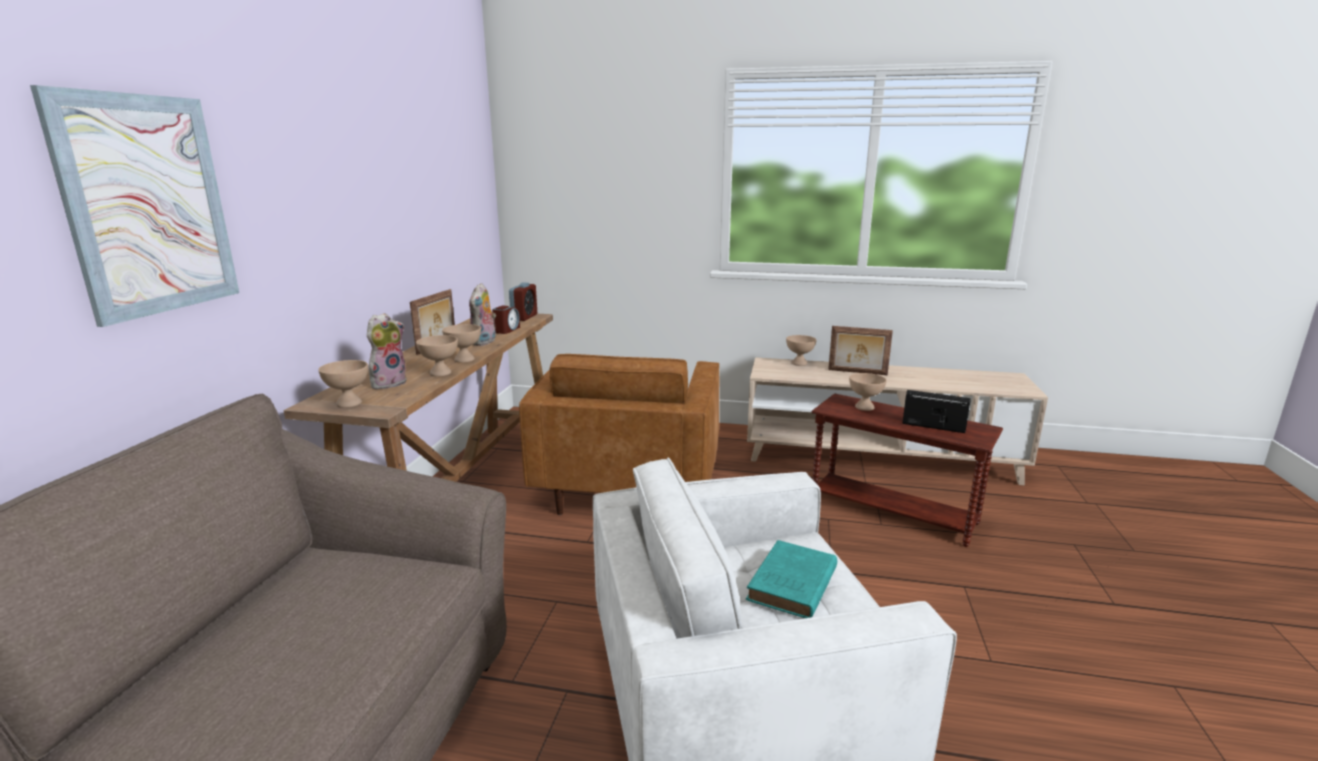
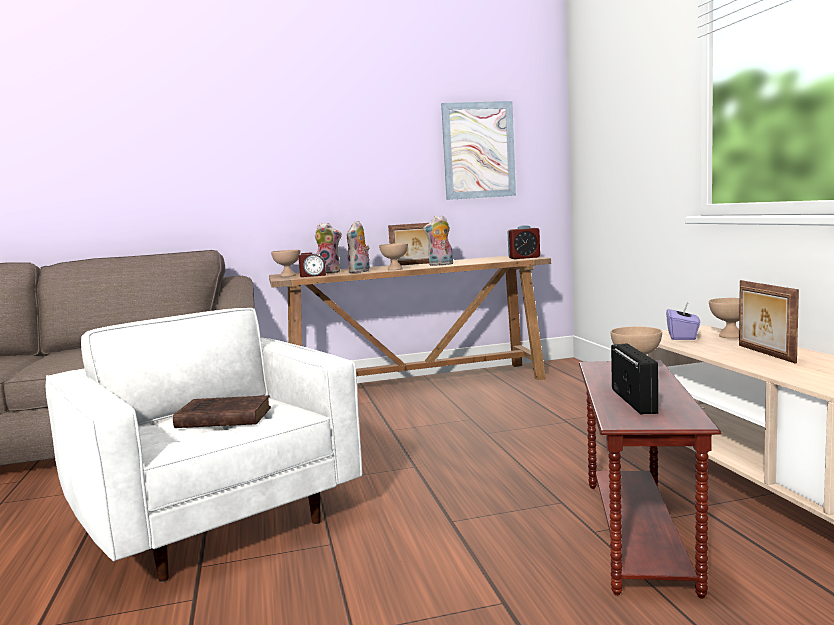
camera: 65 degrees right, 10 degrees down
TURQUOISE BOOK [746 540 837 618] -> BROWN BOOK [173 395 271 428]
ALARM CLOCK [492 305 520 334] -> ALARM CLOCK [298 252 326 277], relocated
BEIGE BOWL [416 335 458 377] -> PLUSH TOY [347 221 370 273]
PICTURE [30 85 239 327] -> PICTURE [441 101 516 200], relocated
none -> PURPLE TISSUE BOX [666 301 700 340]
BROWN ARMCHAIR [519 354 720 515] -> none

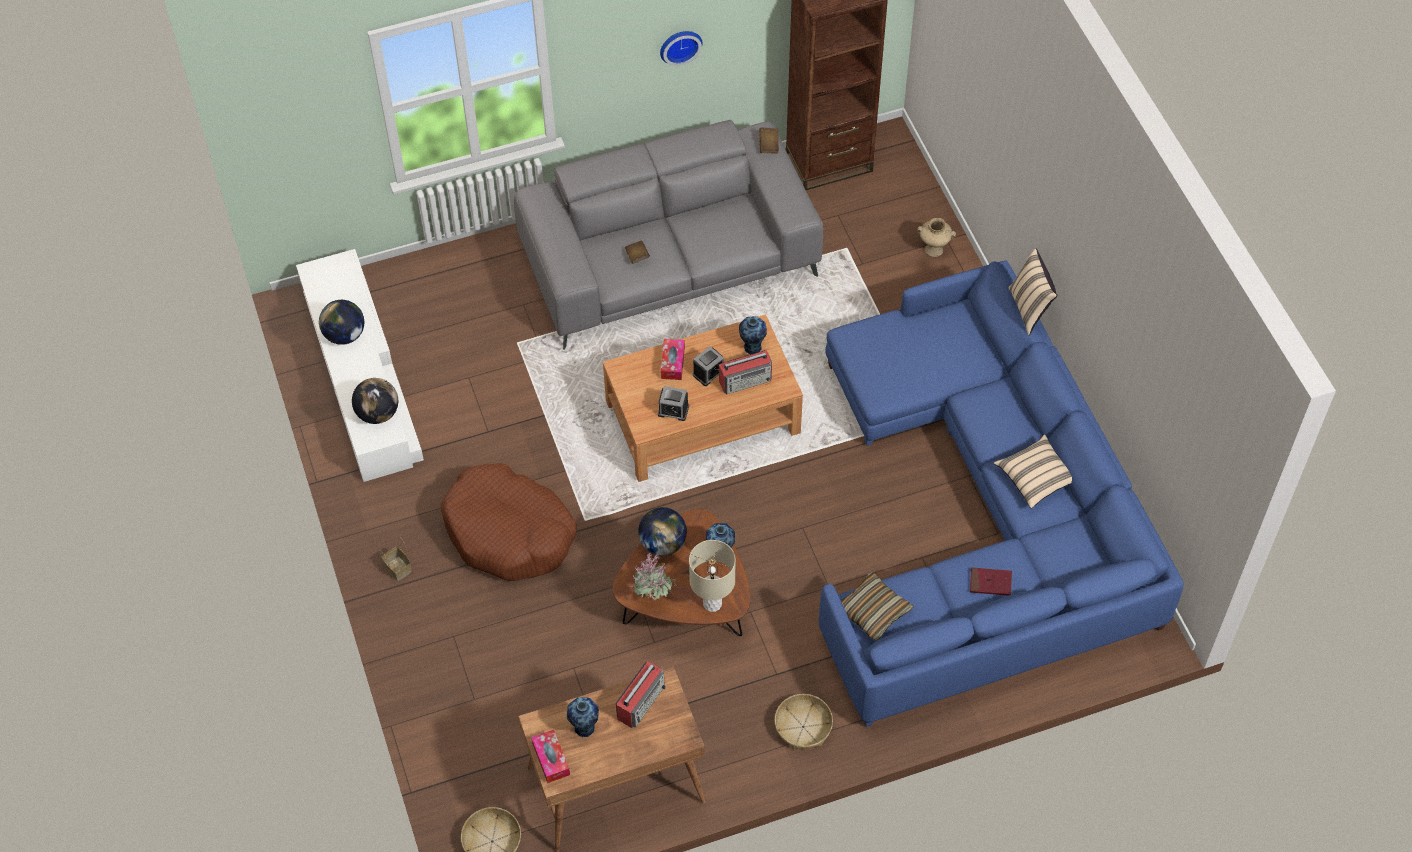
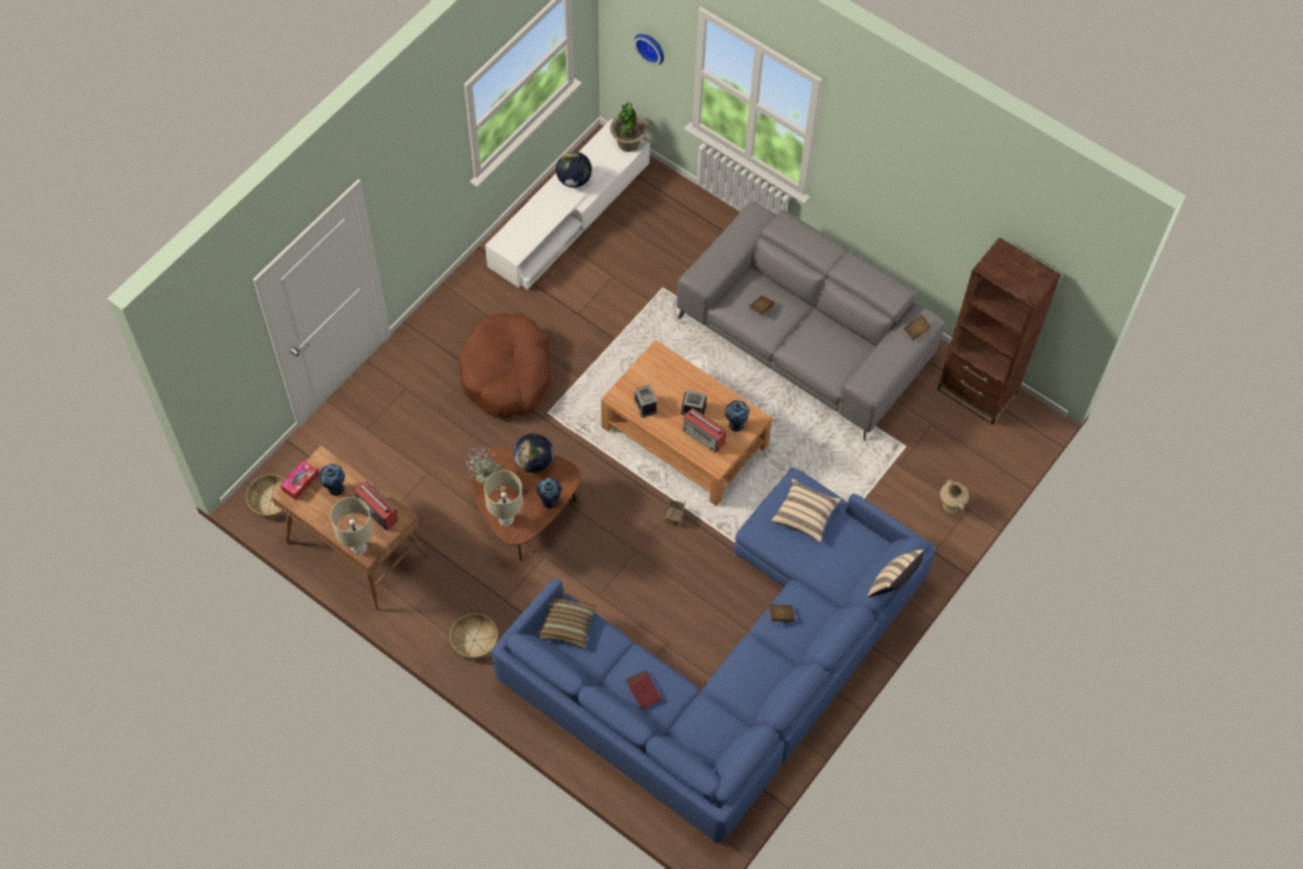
camera: 55 degrees right, 5 degrees up
none -> BEIGE TABLE LAMP [330 497 374 555]
RADIO [616 661 666 728] -> RADIO [354 479 398 531], 135 degrees counterclockwise
none -> POTTED PLANT [610 102 648 152]
WALL CLOCK [660 31 702 66] -> WALL CLOCK [634 34 664 65], relocated
BASKET [379 537 412 581] -> BASKET [664 495 686 527], relocated
none -> BROWN BOOK [768 604 795 622]
BEIGE PILLOW [994 434 1072 508] -> BEIGE PILLOW [771 479 841 542], relocated
GLOBE [352 378 398 424] -> none
TISSUE BOX [661 339 685 380] -> none

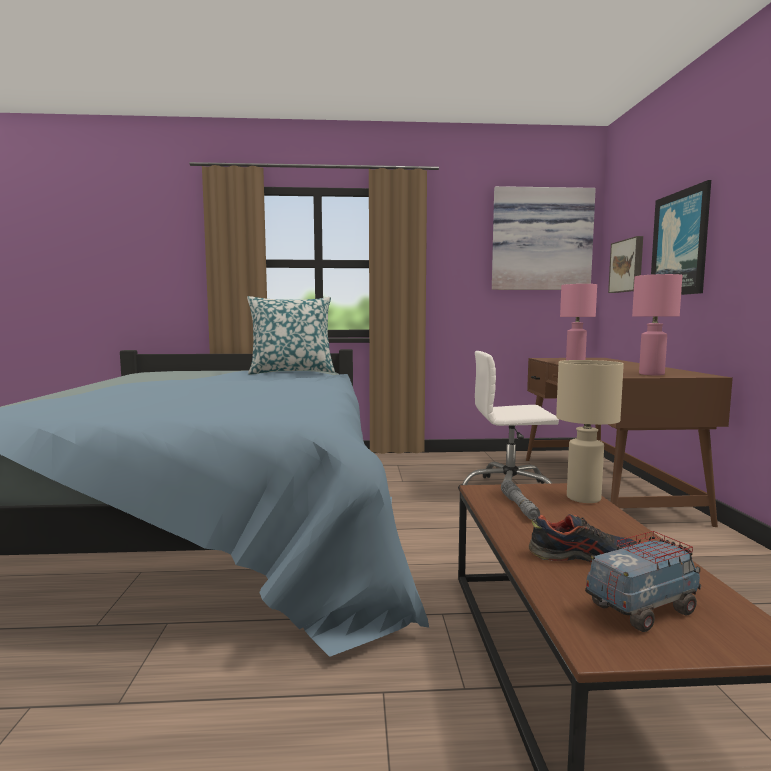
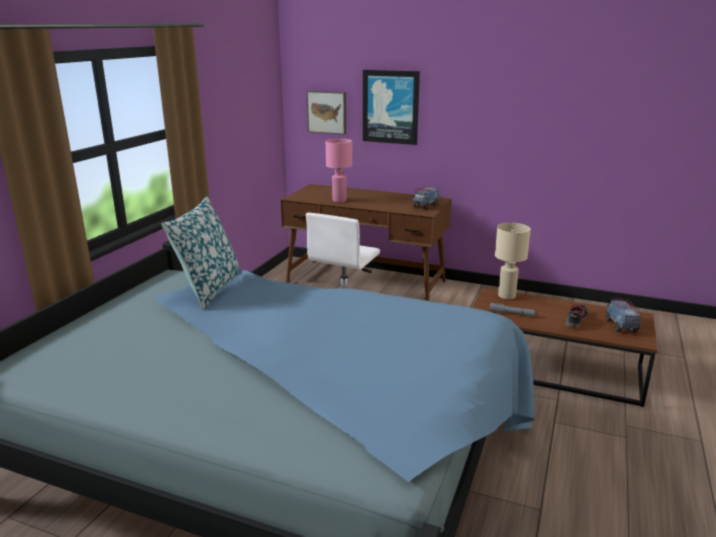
camera: 65 degrees left, 15 degrees up
PINK TABLE LAMP [632 274 682 376] -> TOY TRUCK [412 186 439 210]
PICTURE [492 186 596 290] -> none

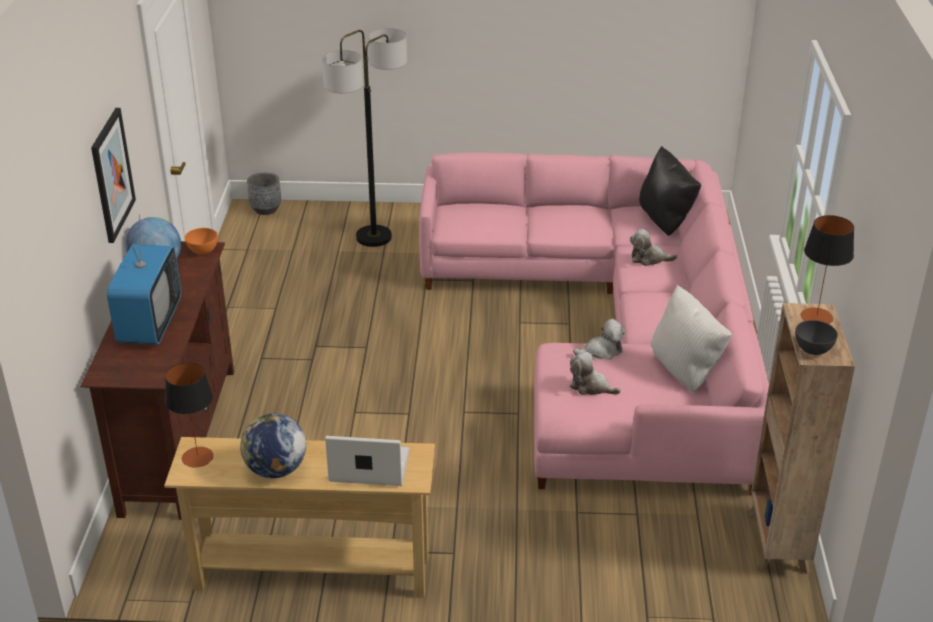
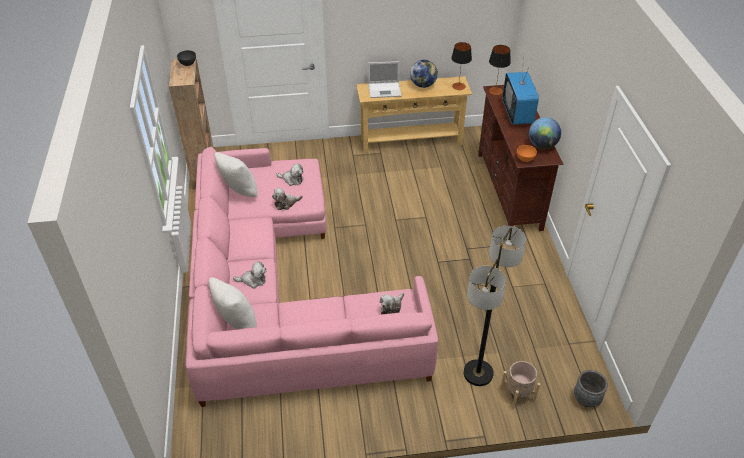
camera: 170 degrees right, 10 degrees up
BLACK PILLOW [639 146 701 236] -> WHITE PILLOW [209 278 257 329]
none -> PLUSH TOY [380 292 404 314]
TABLE LAMP [801 215 854 324] -> TABLE LAMP [489 45 511 95], relocated
none -> BEIGE PLANTER [500 361 540 409]
PICTURE [91 108 136 243] -> none

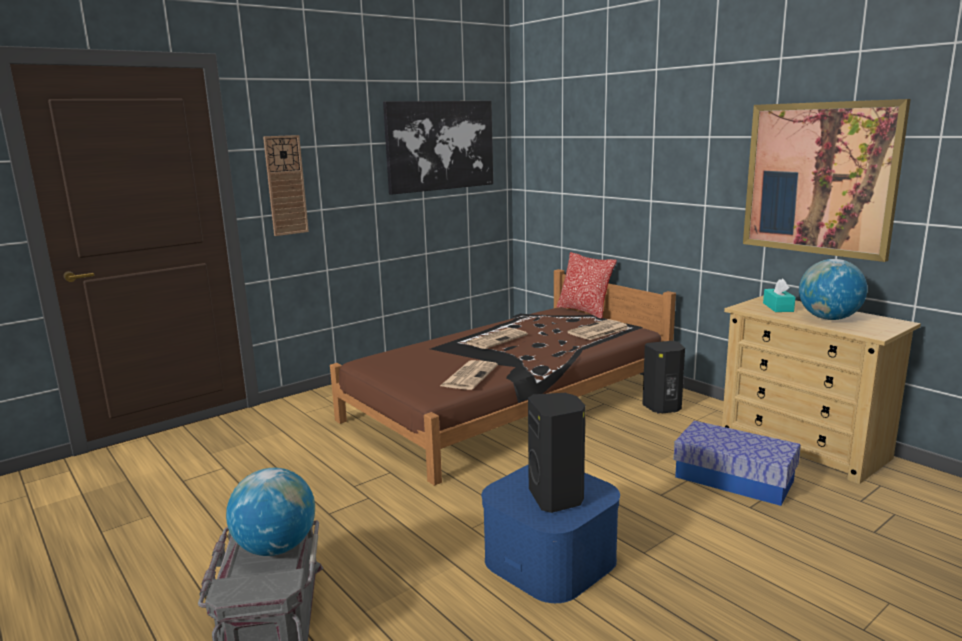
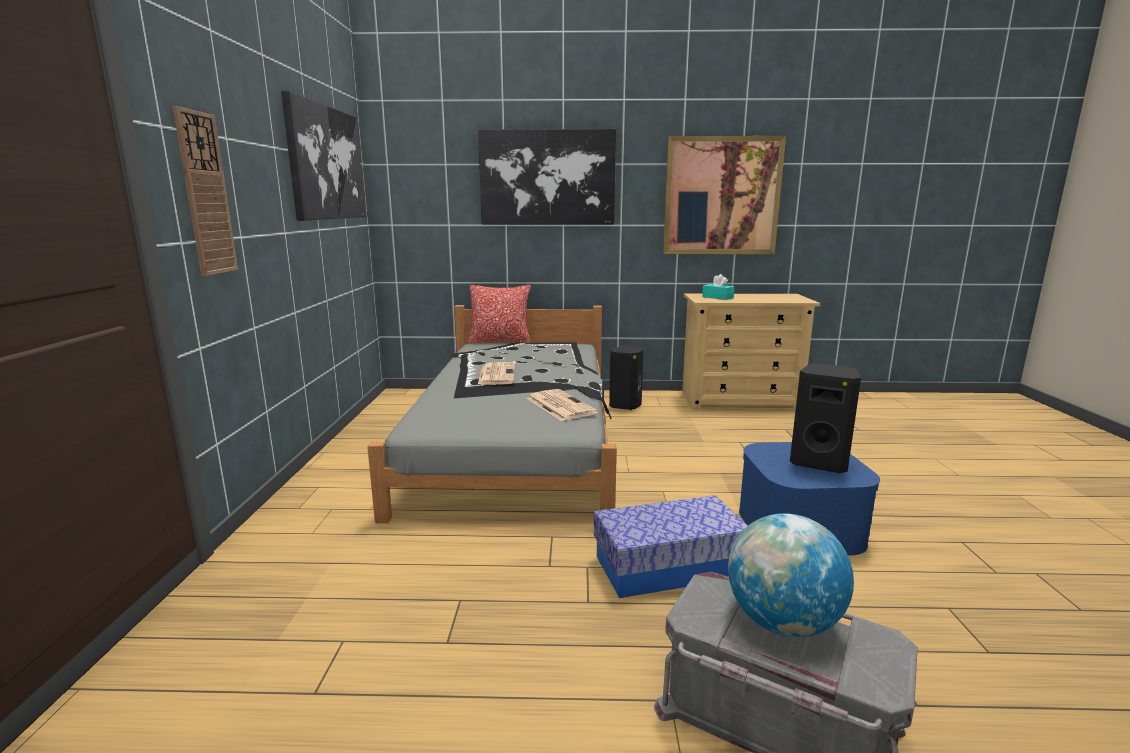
camera: 50 degrees left, 0 degrees up
BROWN BED [330 269 676 486] -> GREY BED [367 305 617 523]
none -> PICTURE [478 129 616 225]
STORAGE BOX [674 421 801 506] -> STORAGE BOX [594 495 748 598], relocated
NEWSPAPER [567 319 629 340] -> none
GLOBE [799 259 867 320] -> none

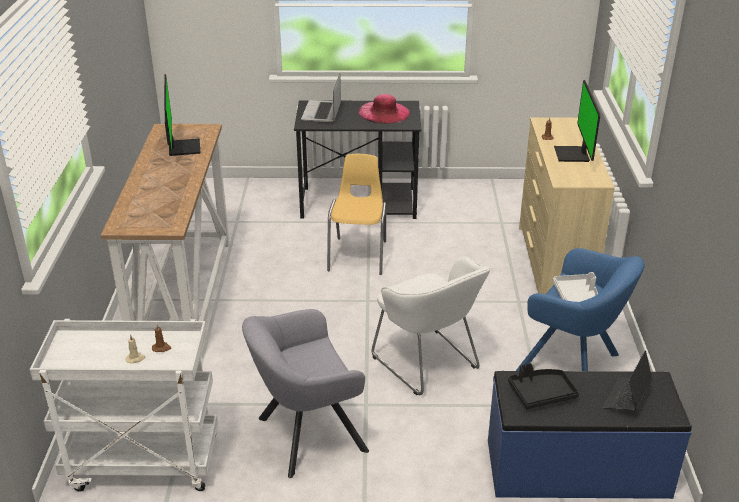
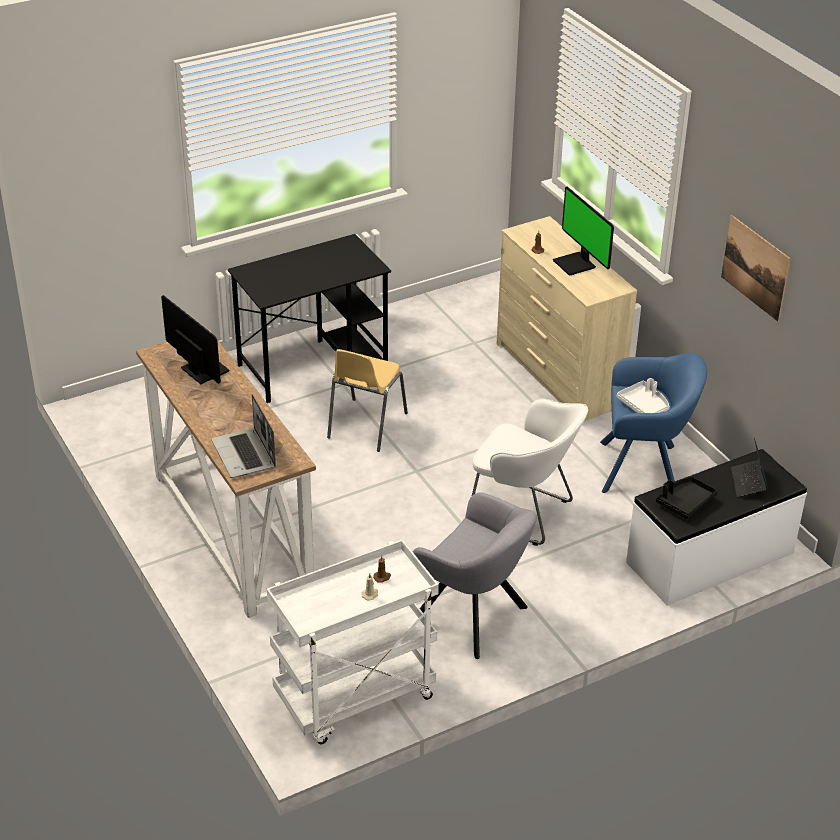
camera: 30 degrees left, 5 degrees up
LAPTOP [301 73 341 123] -> LAPTOP [211 394 276 478], relocated
YELLOW CHAIR [327 154 386 275] -> YELLOW CHAIR [327 349 408 452], 135 degrees counterclockwise
GREY ARMCHAIR [242 309 369 478] -> GREY ARMCHAIR [413 492 537 659], 90 degrees counterclockwise
BLUE BENCH [488 371 692 499] -> WHITE BENCH [626 449 807 606]
none -> PICTURE [721 215 791 322]
PINK HAT [358 94 410 124] -> none

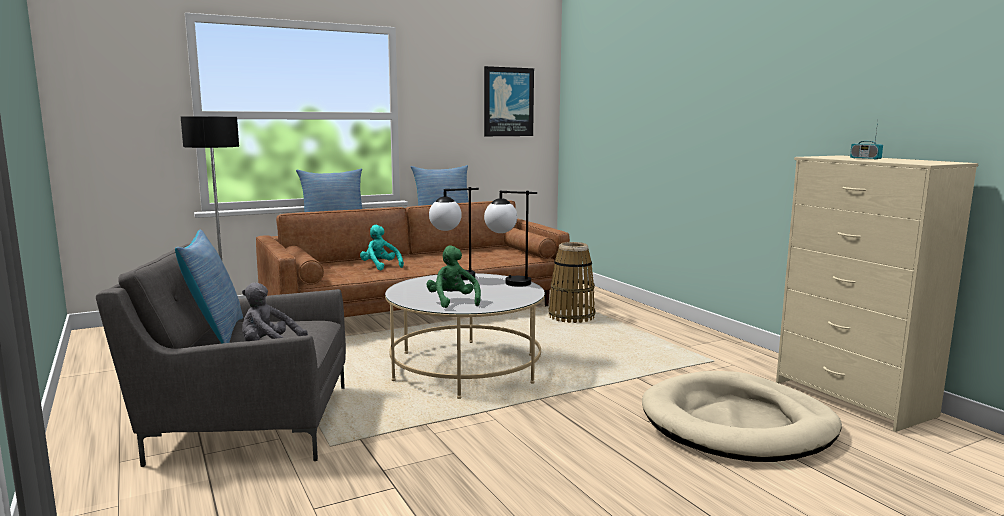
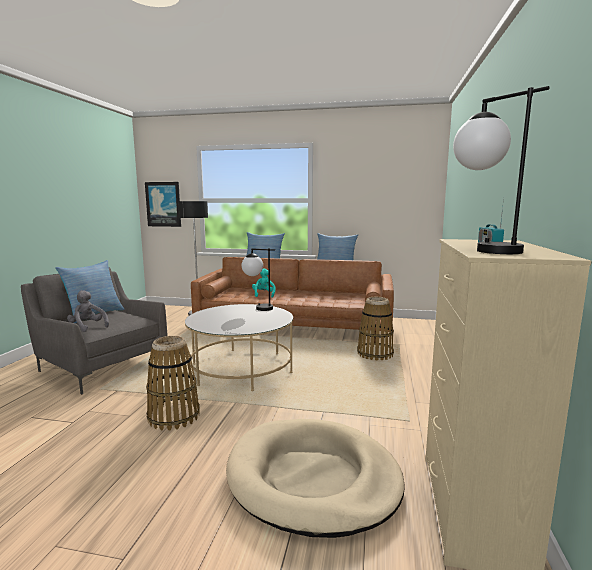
camera: 40 degrees right, 0 degrees up
PICTURE [484 66 534 136] -> PICTURE [145 182 181 227], relocated
none -> BASKET [146 336 200 431]
TABLE LAMP [484 191 537 287] -> TABLE LAMP [453 86 549 254], relocated
GREEN PLUSH TOY [426 245 481 308] -> none

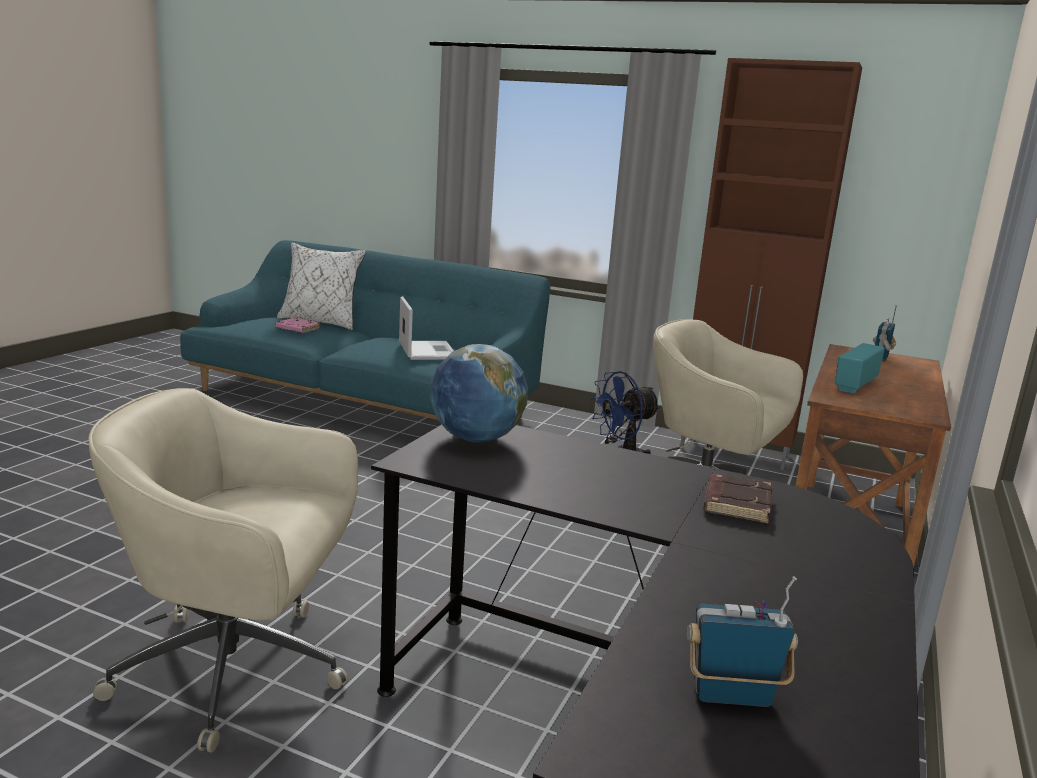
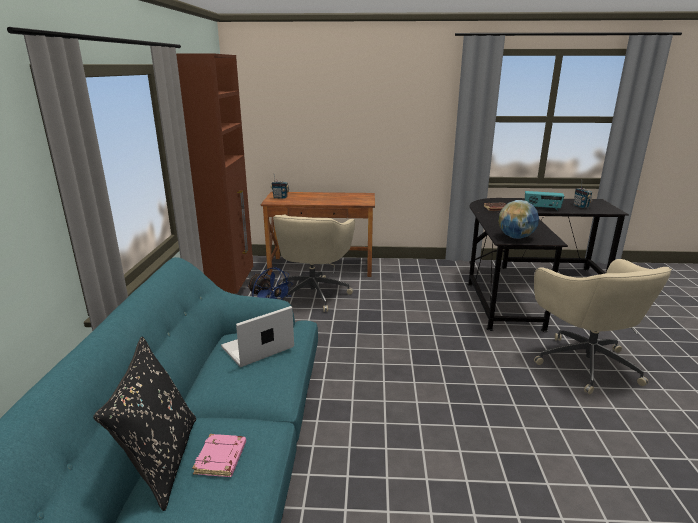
camera: 110 degrees left, 5 degrees up
WHITE PILLOW [277 243 366 330] -> BLACK PILLOW [93 337 196 511]
RADIO [835 343 885 394] -> RADIO [525 191 564 210], relocated

